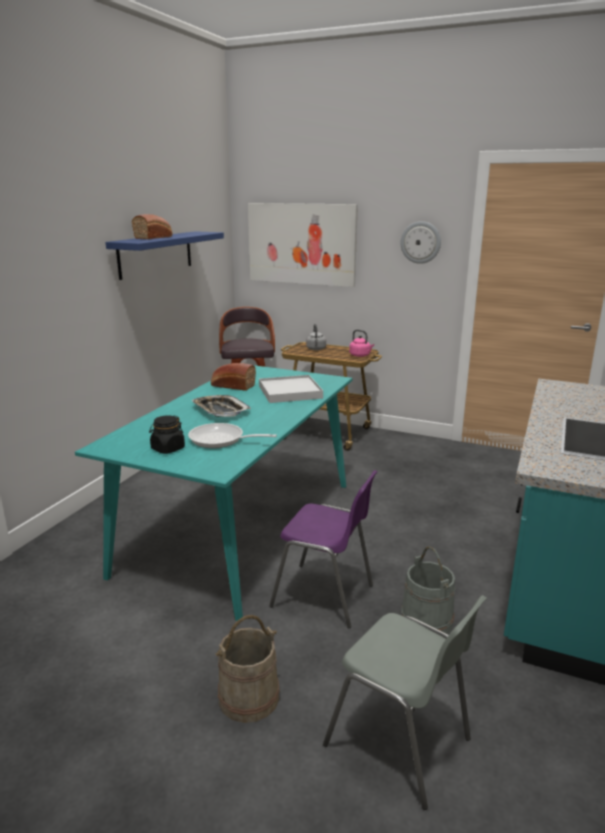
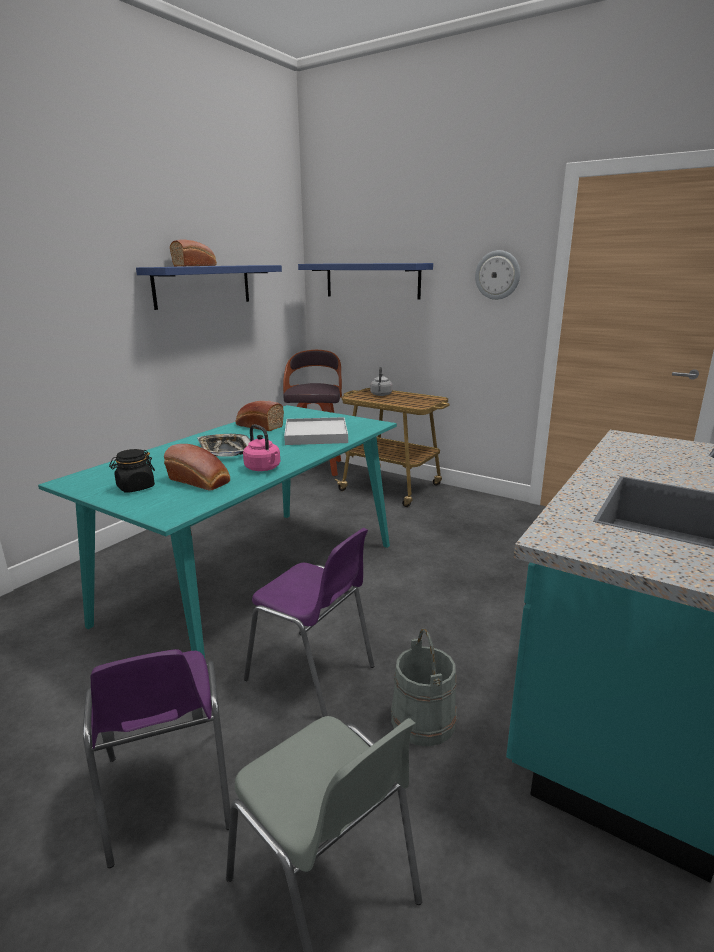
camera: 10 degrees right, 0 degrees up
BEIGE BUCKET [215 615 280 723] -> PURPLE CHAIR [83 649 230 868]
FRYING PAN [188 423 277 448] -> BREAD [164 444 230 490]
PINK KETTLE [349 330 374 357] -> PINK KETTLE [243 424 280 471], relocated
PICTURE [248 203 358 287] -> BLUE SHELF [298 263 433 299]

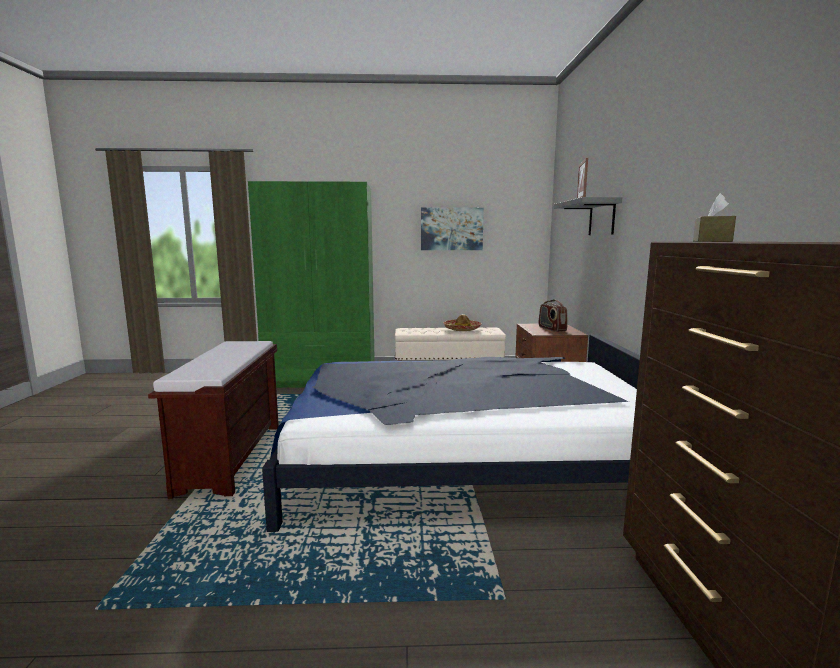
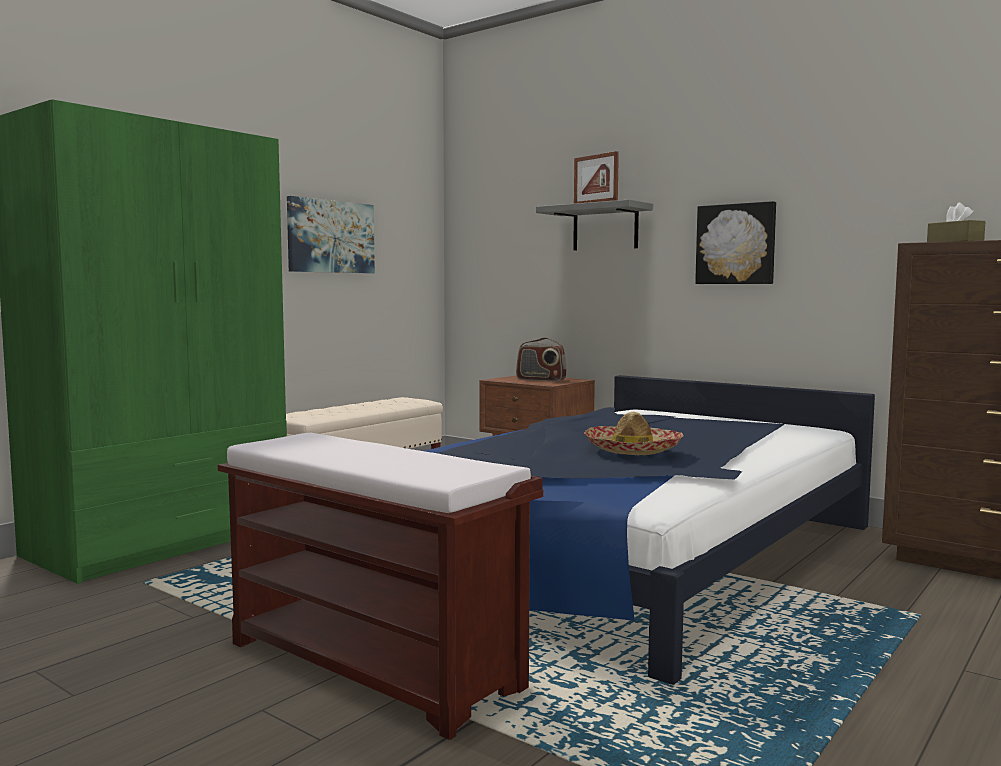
camera: 50 degrees left, 5 degrees down
HAT [443 314 482 331] -> HAT [584 412 684 455], relocated
none -> PICTURE [695 201 776 284]

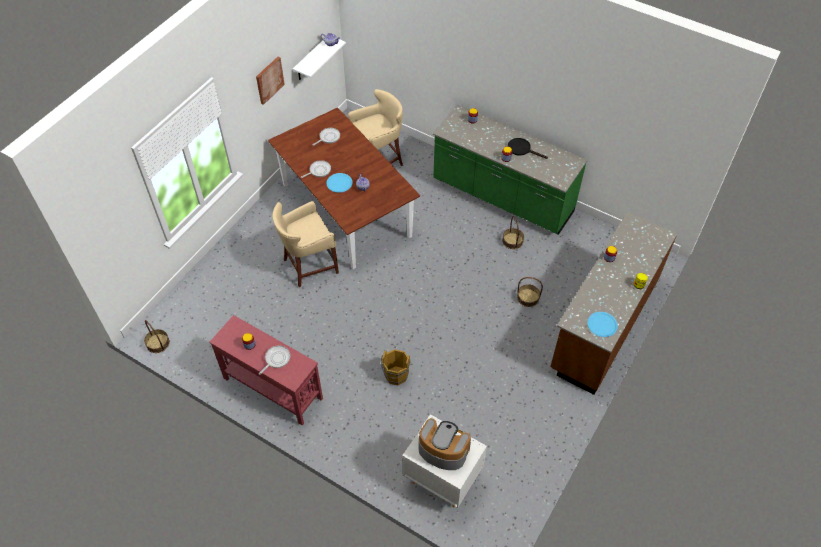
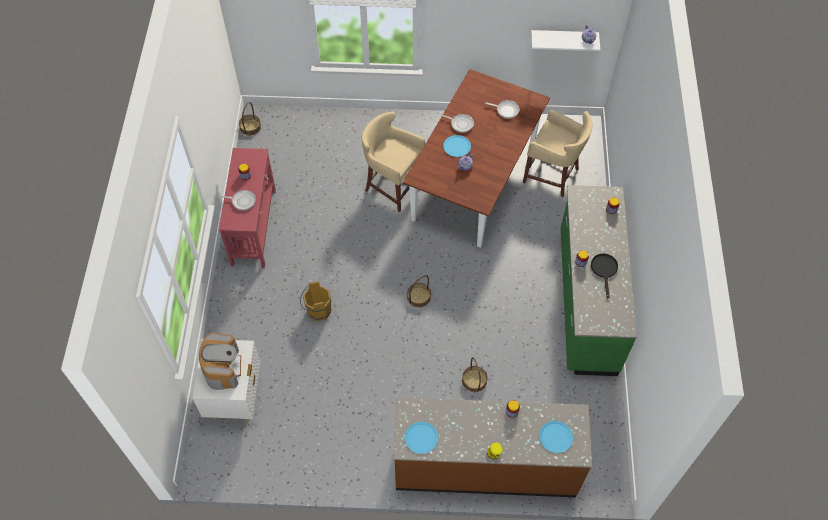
camera: 60 degrees right, 5 degrees up
BASKET [502 216 524 249] -> BASKET [407 275 431 308], relocated
none -> BLUE PLATE [539 421 573 453]
PICTURE [256 57 285 105] -> none

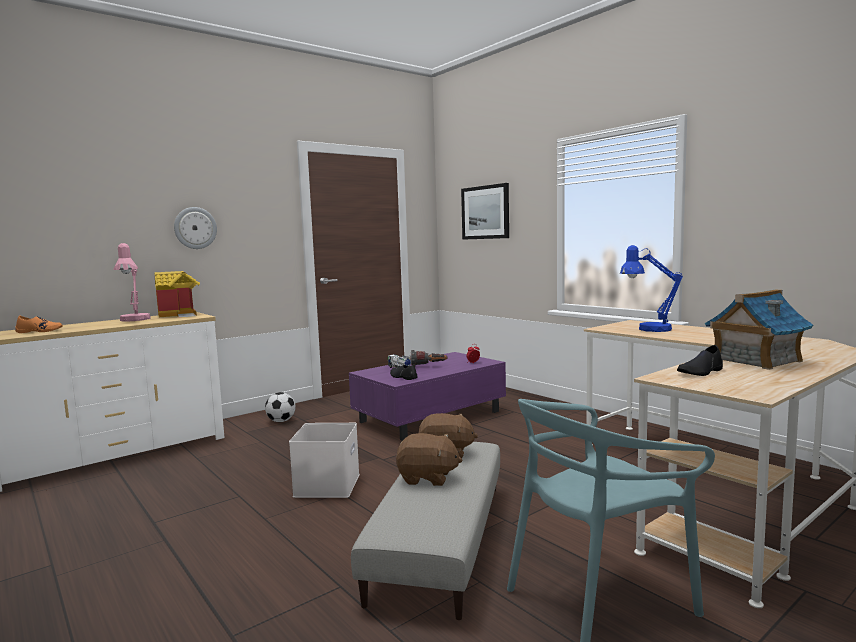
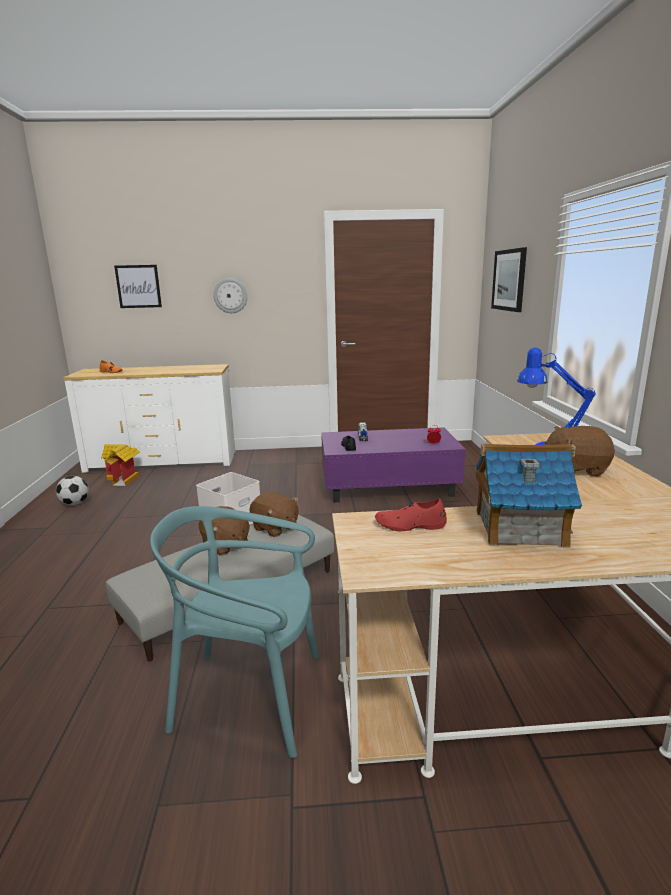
camera: 35 degrees right, 10 degrees up
FOOTBALL [265 392 296 422] -> FOOTBALL [56 476 89 505], relocated
TOY HOUSE [154 271 200 318] -> TOY HOUSE [101 444 140 486], relocated
none -> PICTURE [114 265 162 308]
BLACK SHOE [677 345 723 376] -> RED SHOE [375 498 447 531]
none -> BROWN PLUSH TOY [545 426 615 476]
PINK TABLE LAMP [114 243 151 322] -> none
FLASHLIGHT [410 350 447 366] -> none

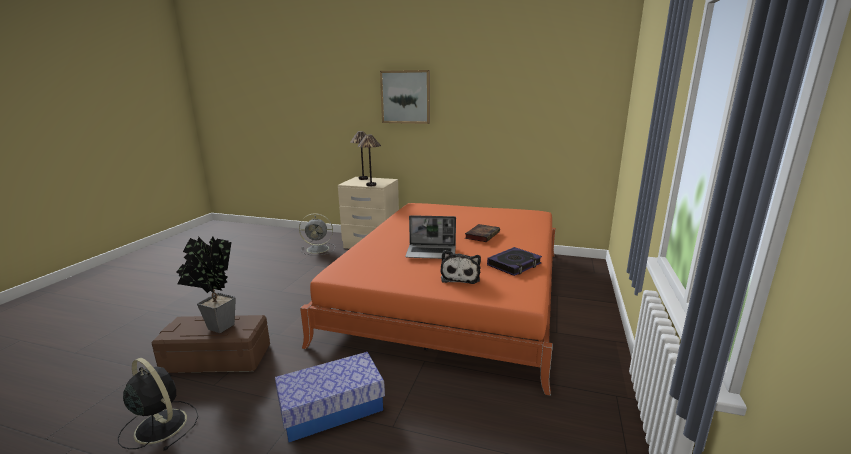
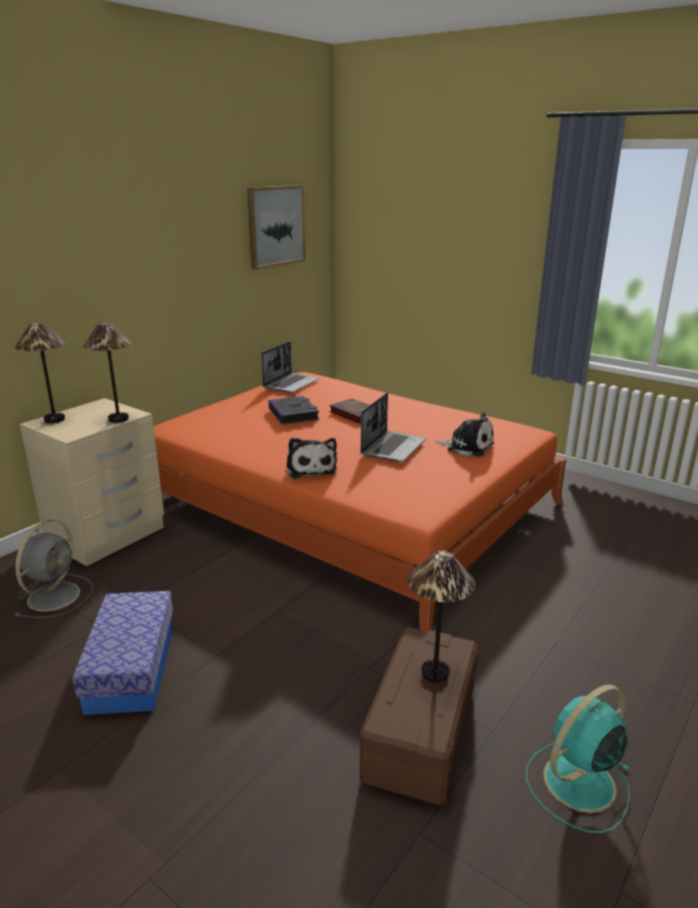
camera: 70 degrees left, 5 degrees up
STORAGE BOX [275 352 385 442] -> STORAGE BOX [73 591 173 715], relocated
PICTURE [380 70 430 124] -> PICTURE [247 185 305 270], relocated
none -> LAPTOP [261 341 320 393]
BOOK [487 247 542 276] -> BOOK [269 396 319 424], relocated
none -> PLUSH TOY [286 438 337 479]
POTTED PLANT [176 237 236 333] -> TABLE LAMP [408 550 476 683]
BLACK FAN [118 358 198 451] -> TURQUOISE FAN [526 684 630 833]

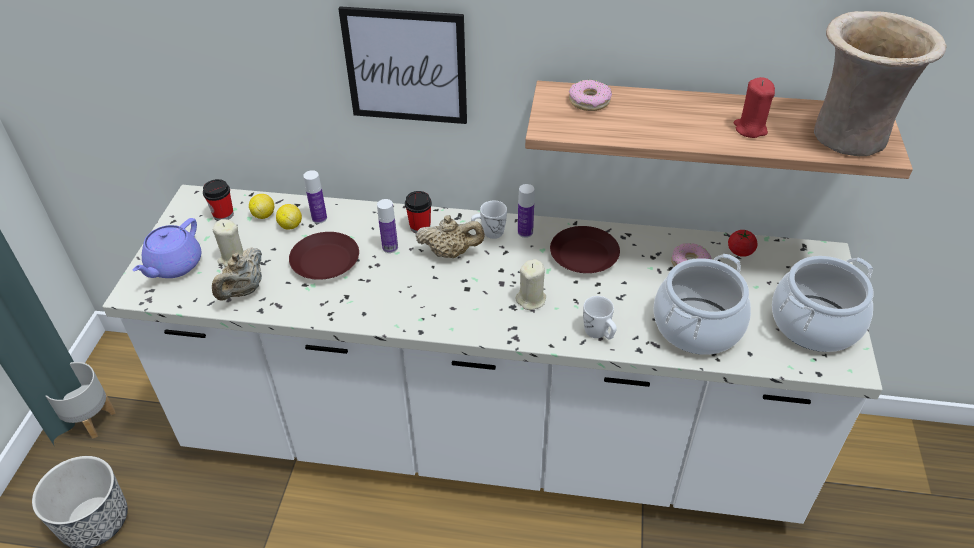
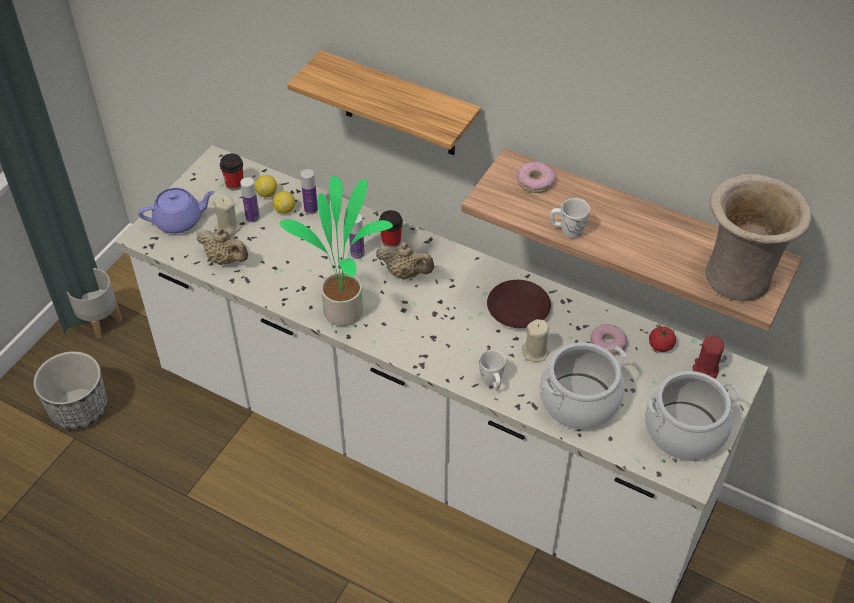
camera: 20 degrees right, 5 degrees up
PURPLE TEAPOT [133 218 201 278] -> PURPLE TEAPOT [138 188 215 233], 150 degrees counterclockwise
BEIGE TEAPOT [212 247 262 301] -> BEIGE TEAPOT [197 228 248 265], 105 degrees counterclockwise
BOTTLE [518 184 534 238] -> BOTTLE [240 177 260 223], relocated
none -> POTTED PLANT [279 176 393 326]
PICTURE [338 6 467 124] -> SHELF [287 50 481 155]
BEIGE CANDLE [515 259 546 310] -> BEIGE CANDLE [522 319 550 362], relocated
WHITE MUG [471 200 507 239] -> WHITE MUG [550 198 590 238], relocated
RED CANDLE [734 77 775 138] -> RED CANDLE [693 336 724 379], relocated
BROWN PLATE [289 232 359 280] -> none

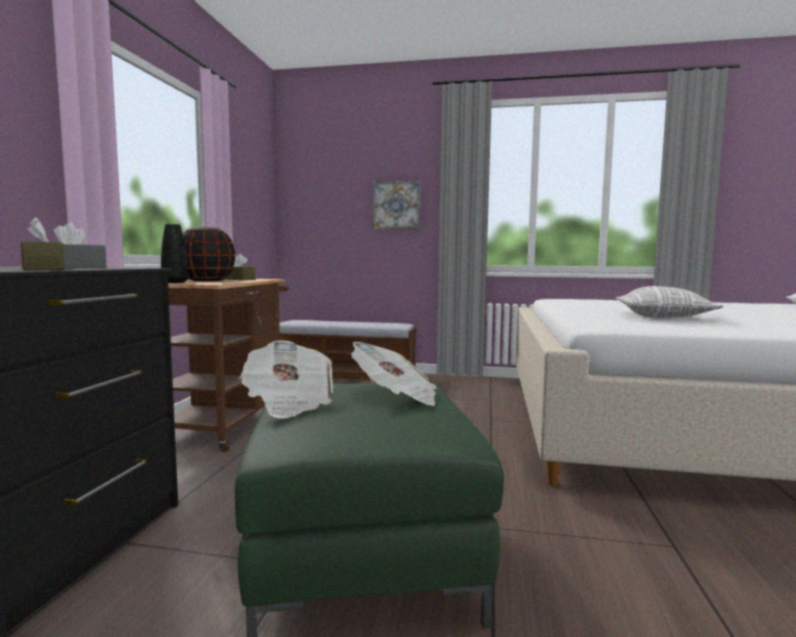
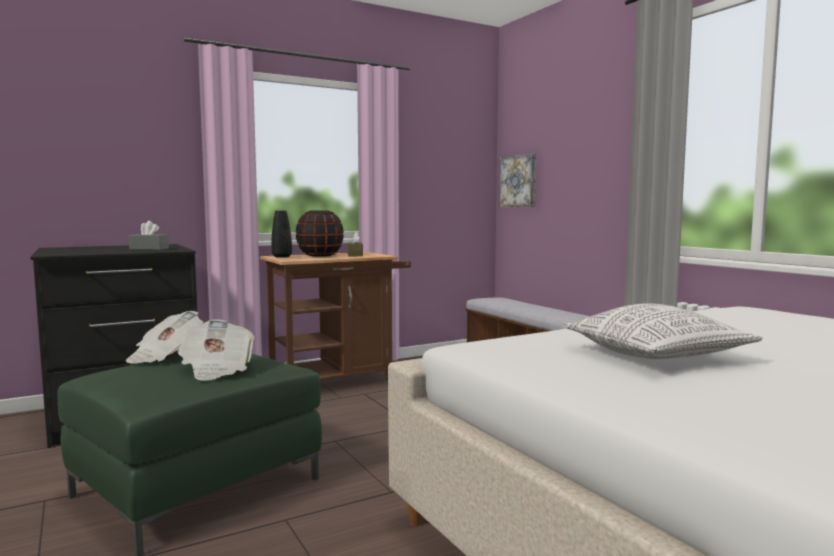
camera: 50 degrees right, 0 degrees up
PICTURE [373 181 421 230] -> PICTURE [499 153 536 207], relocated
BROWN TISSUE BOX [20 217 64 270] -> none

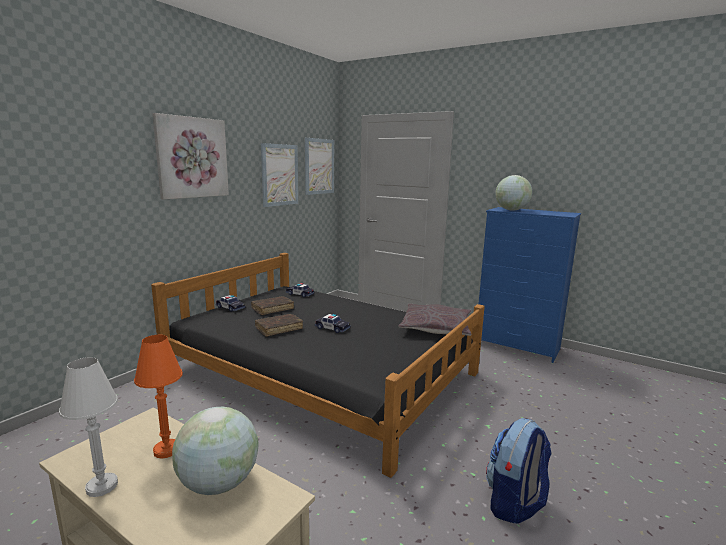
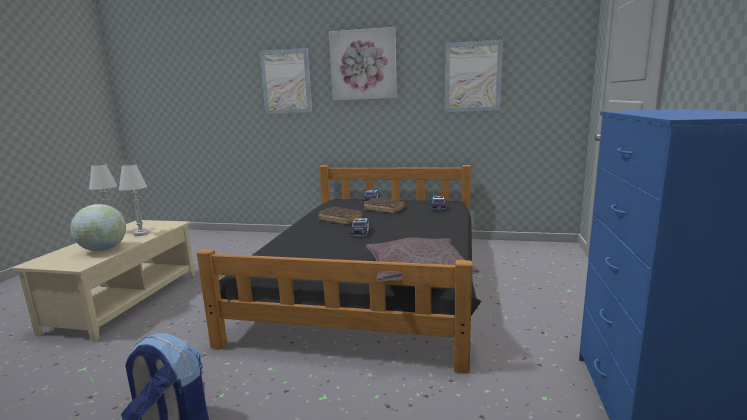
camera: 70 degrees right, 0 degrees up
ORANGE TABLE LAMP [134 335 183 459] -> WHITE TABLE LAMP [119 164 149 236]
PICTURE [305 138 334 195] -> PICTURE [260 48 312 114], relocated
GLOBE [495 175 532 211] -> none

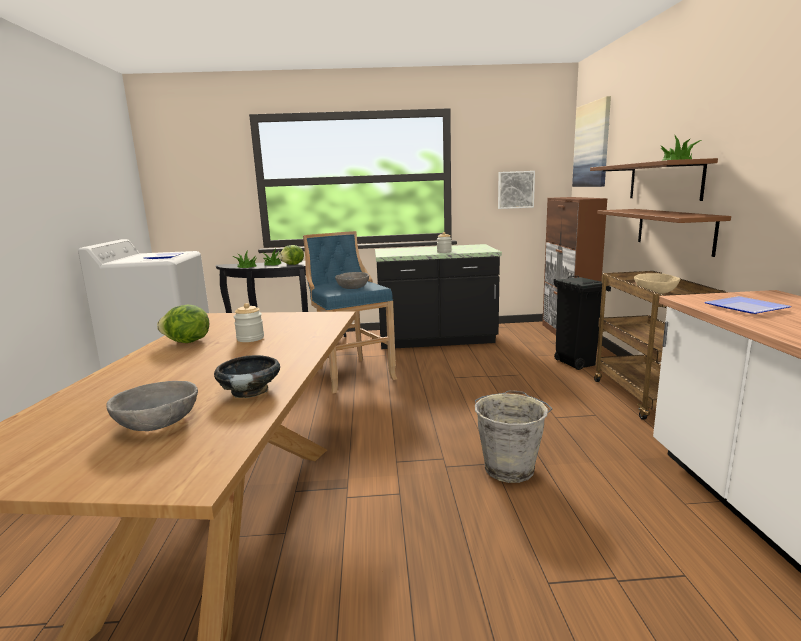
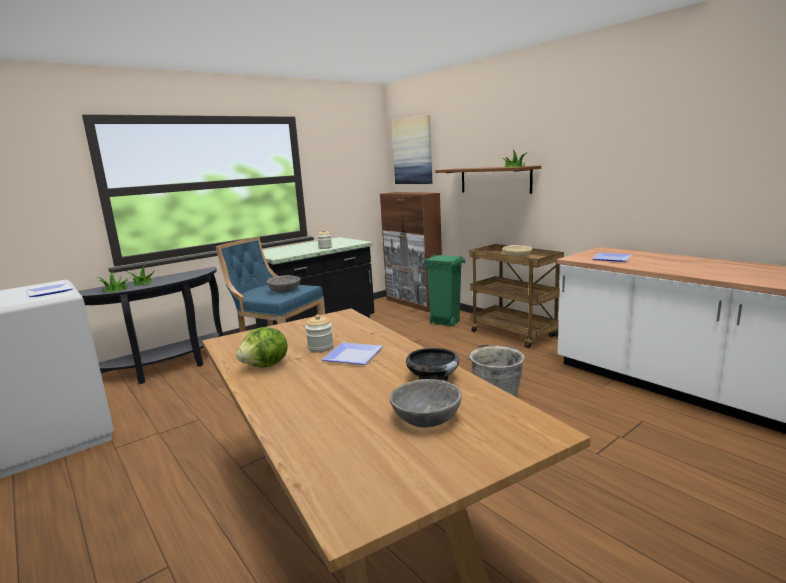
camera: 35 degrees left, 0 degrees up
none -> PLATE [321 342 383 365]
BLACK TRASH CAN [553 276 611 370] -> GREEN TRASH CAN [424 254 465 327]
LETTUCE [278 245 304 265] -> none
PICTURE [498 171 535 209] -> none
BROWN SHELF [597 209 731 257] -> none

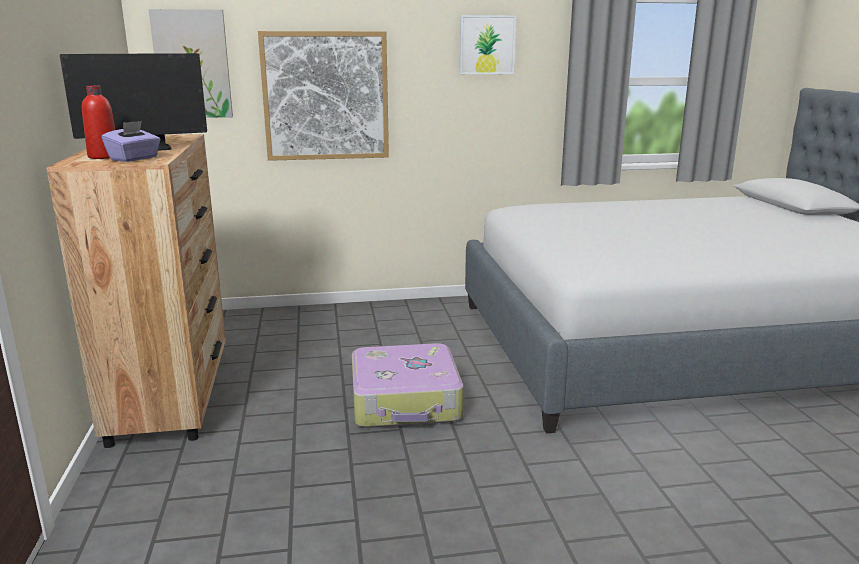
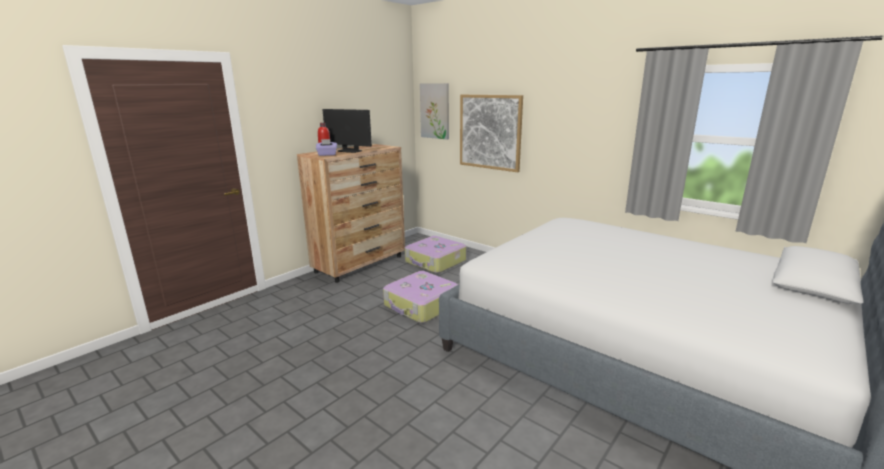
camera: 50 degrees right, 0 degrees up
none -> SUITCASE [405 236 466 273]
PICTURE [460 15 516 74] -> none

